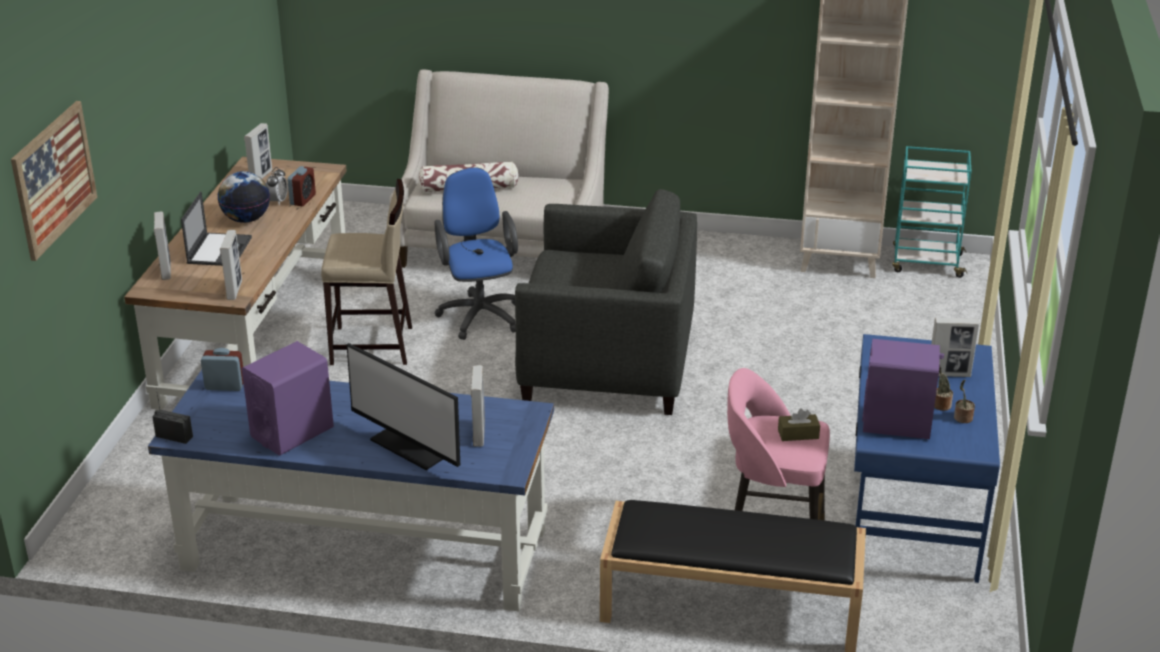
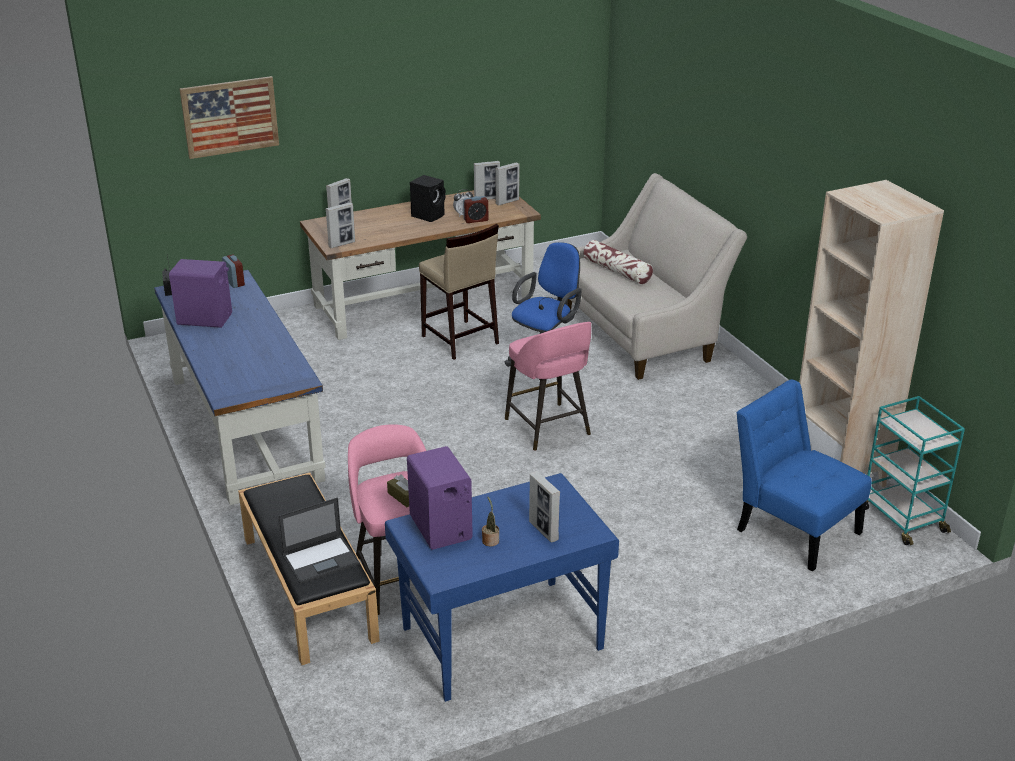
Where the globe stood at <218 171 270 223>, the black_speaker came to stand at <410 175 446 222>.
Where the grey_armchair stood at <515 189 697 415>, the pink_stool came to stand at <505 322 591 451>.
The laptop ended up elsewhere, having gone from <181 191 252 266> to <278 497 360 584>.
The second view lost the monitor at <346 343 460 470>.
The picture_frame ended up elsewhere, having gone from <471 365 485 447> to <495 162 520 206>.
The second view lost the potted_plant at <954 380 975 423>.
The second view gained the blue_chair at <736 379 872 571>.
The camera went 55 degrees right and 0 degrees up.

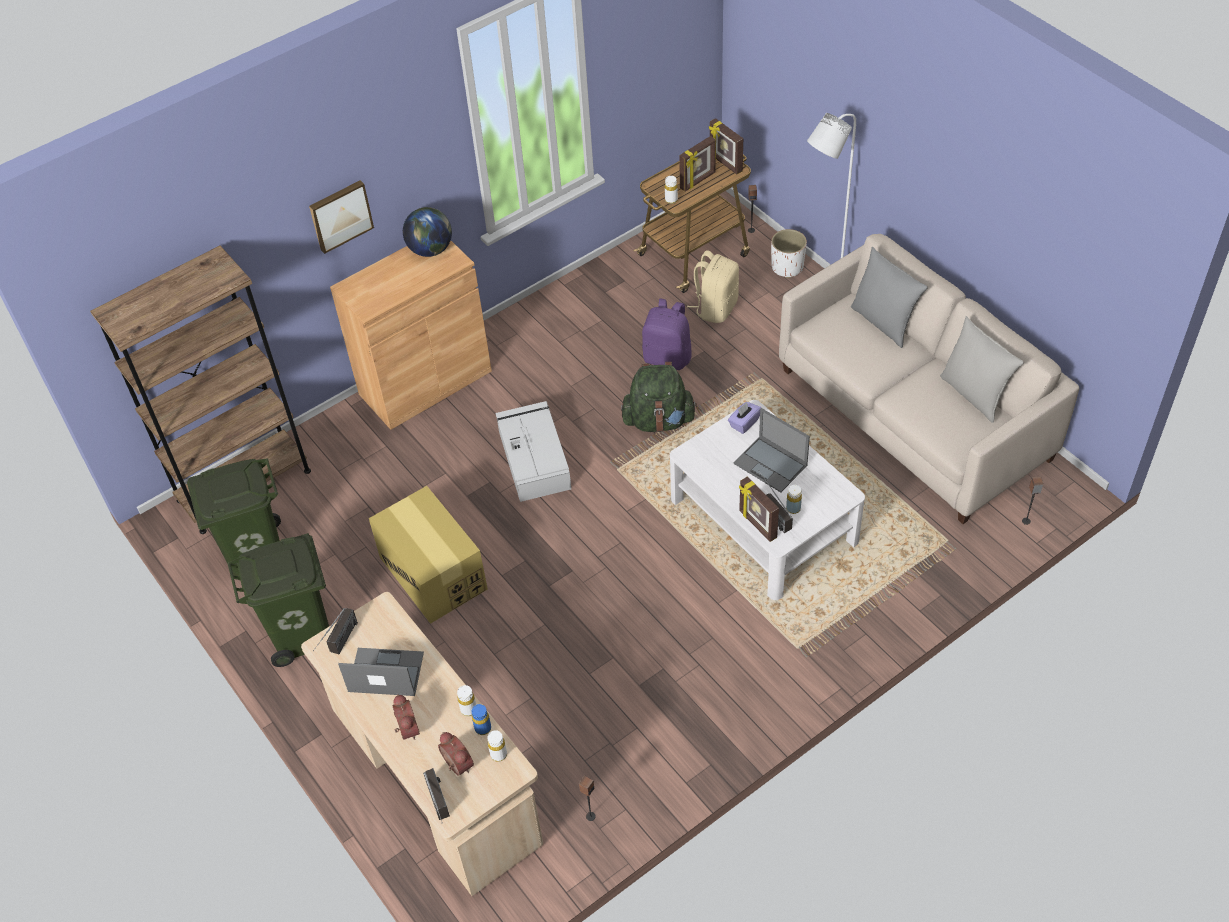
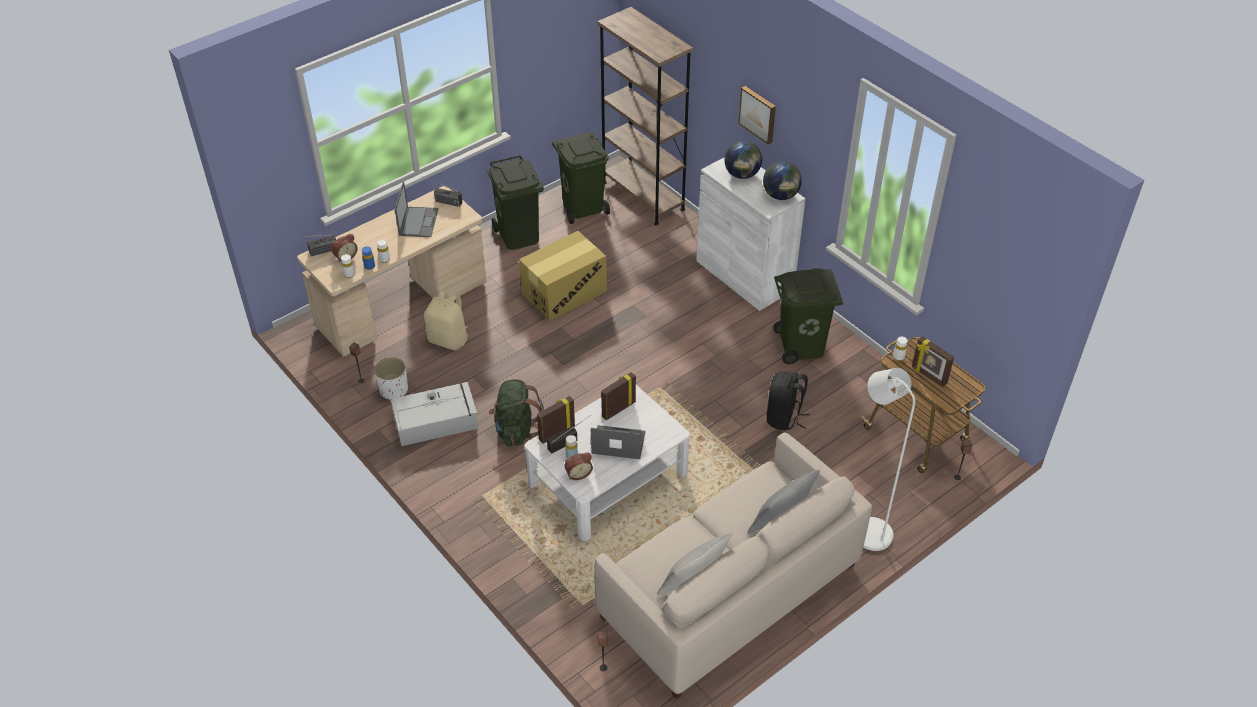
The picture_frame ended up elsewhere, having gone from <709 118 743 174> to <601 372 636 420>.
The white_planter ended up elsewhere, having gone from <771 229 807 278> to <374 357 408 400>.
What was the brown_cabinet at <330 241 492 430> turned into the white_cabinet at <696 157 806 311>.
The beige_backpack ended up elsewhere, having gone from <687 250 739 323> to <424 290 468 350>.
What was the purple_backpack at <642 298 692 370> turned into the black_backpack at <767 371 810 431>.
The green_backpack ended up elsewhere, having gone from <621 362 697 432> to <489 379 544 447>.
The grey_storage_box ended up elsewhere, having gone from <496 401 571 502> to <391 382 478 446>.
The second view lost the purple_tissue_box at <728 402 761 434>.
The laptop at <733 408 810 492> ended up facing another way, 60 degrees clockwise from before.
The alarm_clock ended up elsewhere, having gone from <392 694 420 740> to <564 453 593 480>.
The second view gained the globe at <724 141 762 179>.
The second view gained the green_trash_can at <773 269 843 364>.
The camera went 85 degrees right and 5 degrees down.

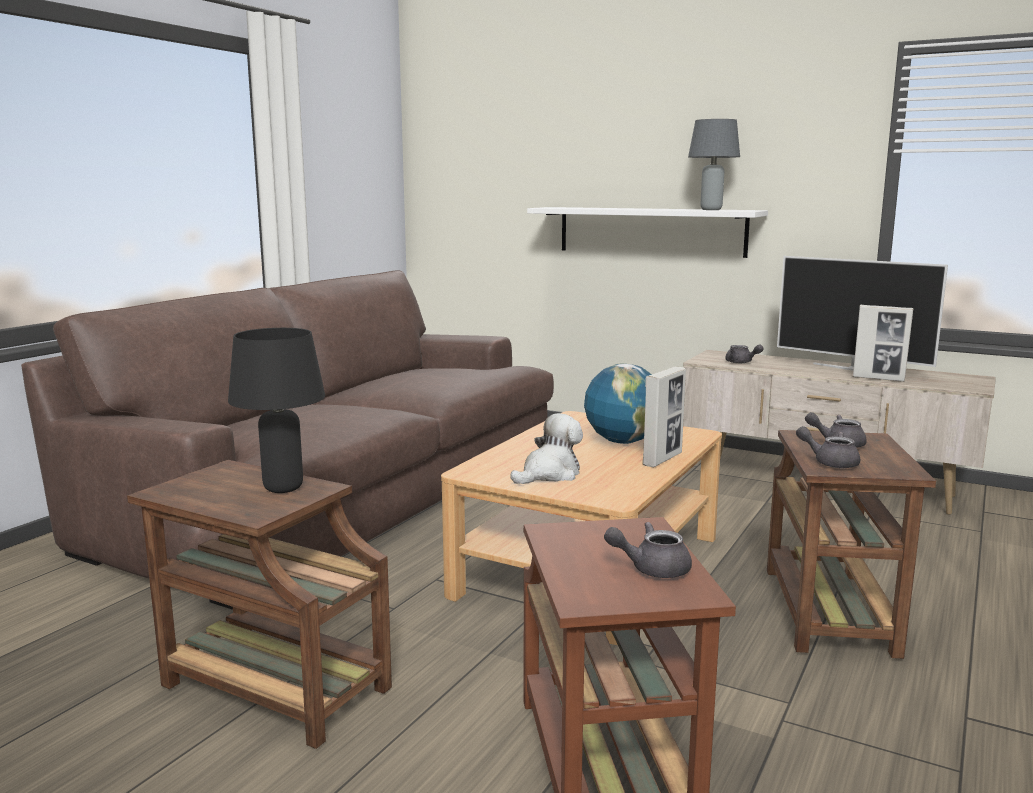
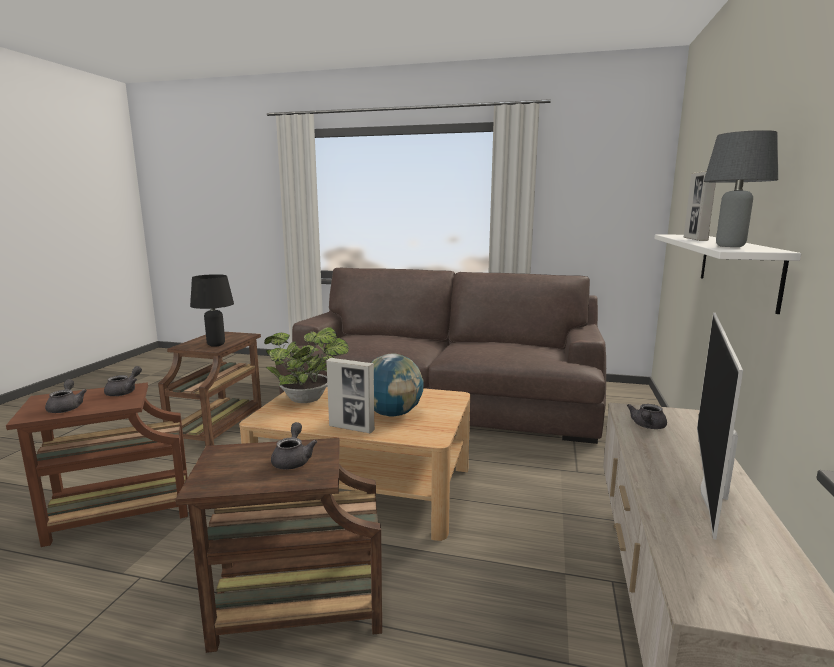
The picture_frame ended up elsewhere, having gone from <853 304 914 382> to <684 171 716 241>.
Where the plush_toy stood at <510 413 583 484>, the potted_plant came to stand at <264 327 349 403>.
The grey_teapot ended up elsewhere, having gone from <796 426 861 468> to <104 366 142 396>.
The camera went 75 degrees right and 0 degrees up.

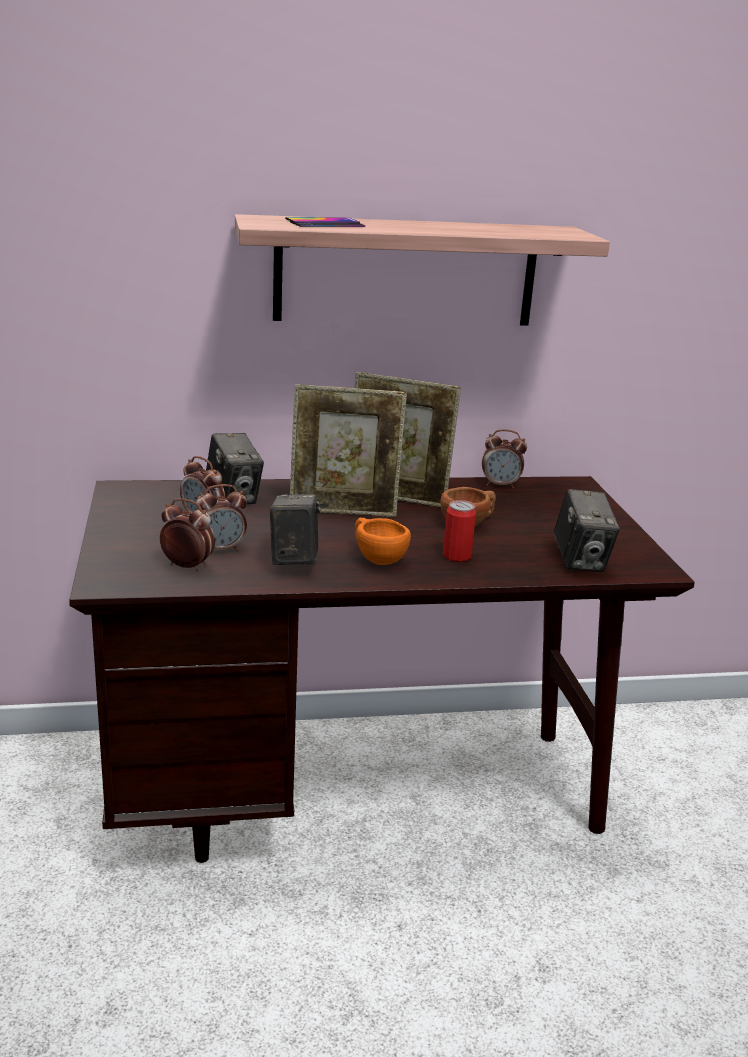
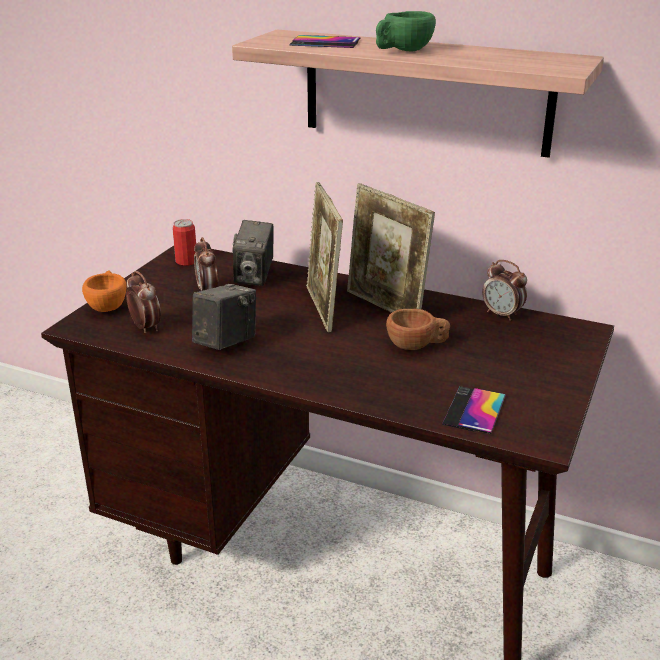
The picture_frame at <290 384 407 517> ended up facing another way, 45 degrees clockwise from before.
The second view lost the alarm_clock at <196 484 247 551>.
Where the photo_camera stood at <553 489 620 572>, the phone came to stand at <442 386 506 434>.
The can ended up elsewhere, having gone from <443 500 476 562> to <173 219 196 266>.
The orange_cup ended up elsewhere, having gone from <355 517 411 565> to <82 270 127 312>.
The second view gained the green_cup at <376 11 436 51>.
The camera went 35 degrees right and 5 degrees up.

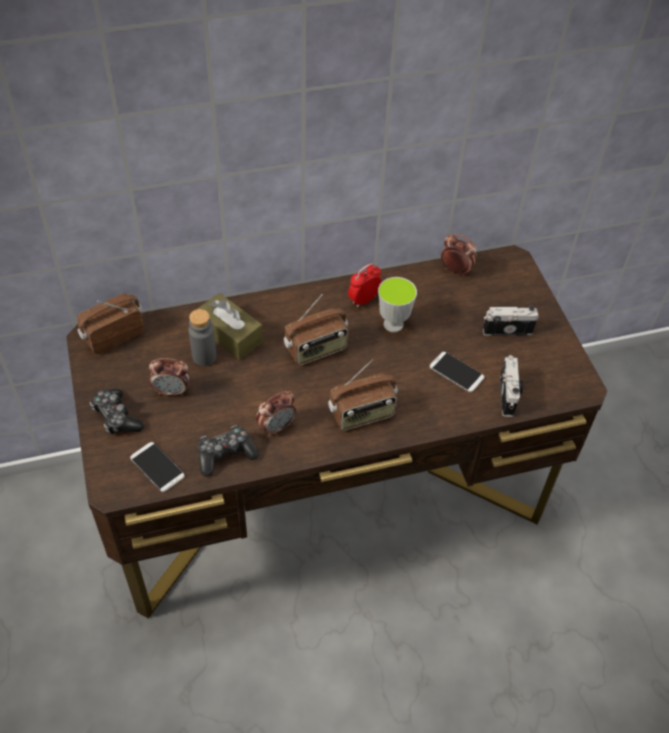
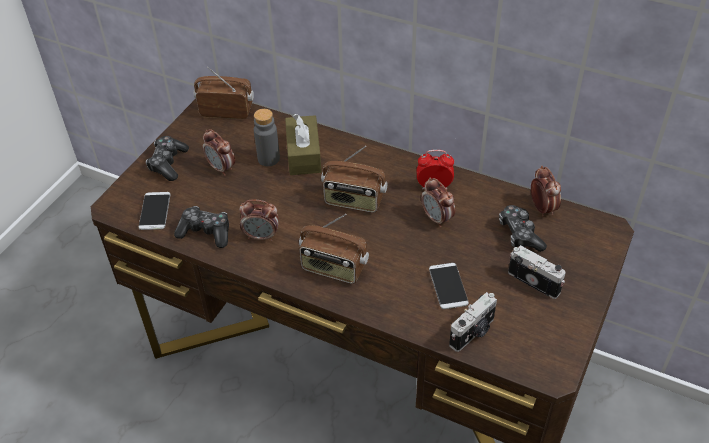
Where the cup stood at <378 277 417 332>, the alarm_clock came to stand at <421 178 455 228>.
The second view gained the game_controller at <499 205 547 252>.
The camera went 45 degrees right and 5 degrees down.

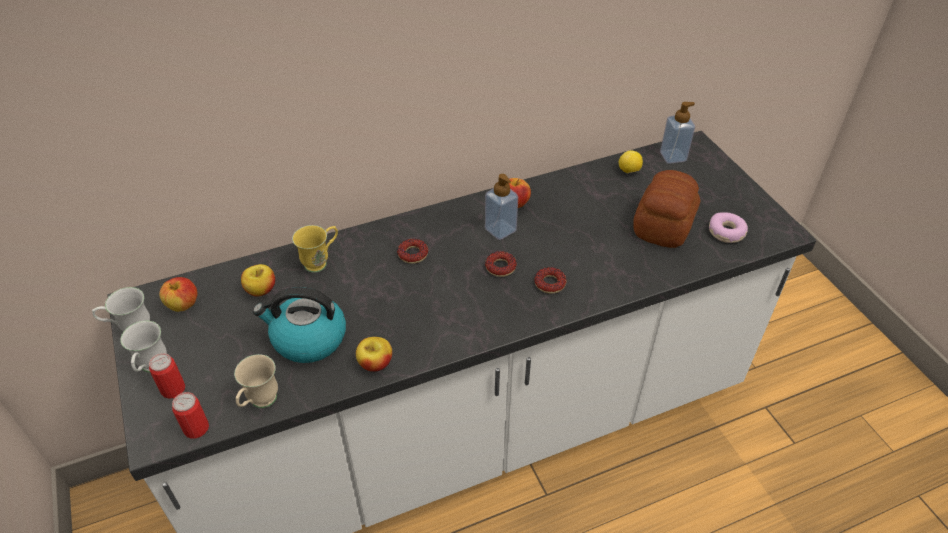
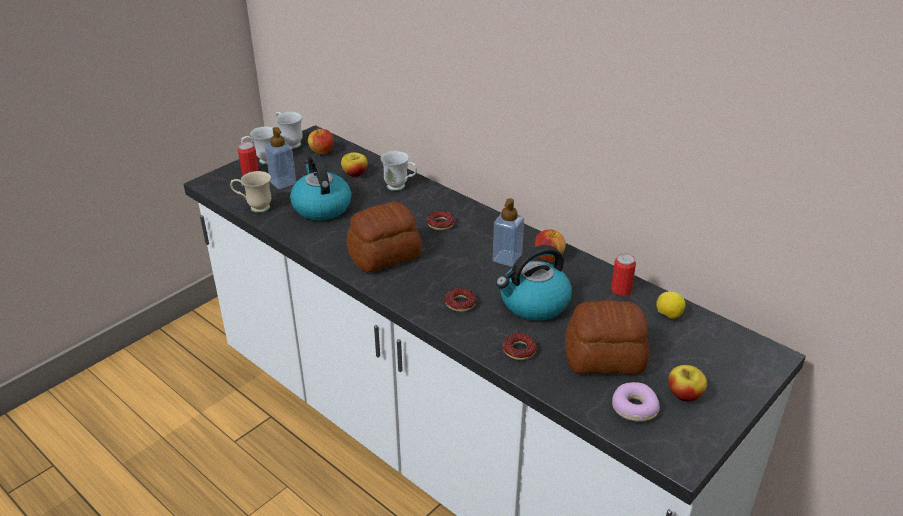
The soap_dispenser ended up elsewhere, having gone from <660 102 695 164> to <265 127 296 189>.
What was the yellow_mug at <292 225 338 273> turned into the white_mug at <381 151 417 191>.
The donut ended up elsewhere, having gone from <485 251 517 277> to <503 333 537 360>.
The apple ended up elsewhere, having gone from <356 337 392 372> to <668 365 707 402>.
The can ended up elsewhere, having gone from <172 392 209 439> to <611 253 636 296>.
The second view gained the bread at <347 202 422 272>.
The second view gained the kettle at <496 245 572 321>.
The camera went 65 degrees right and 10 degrees down.

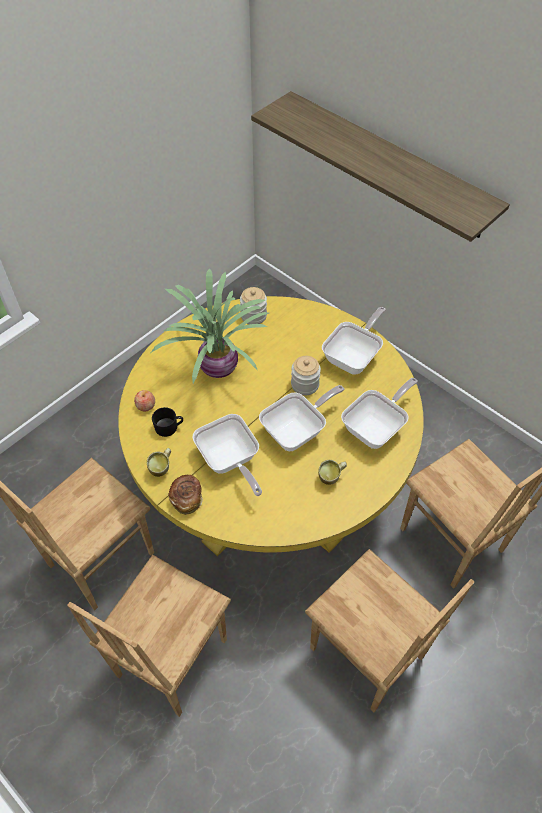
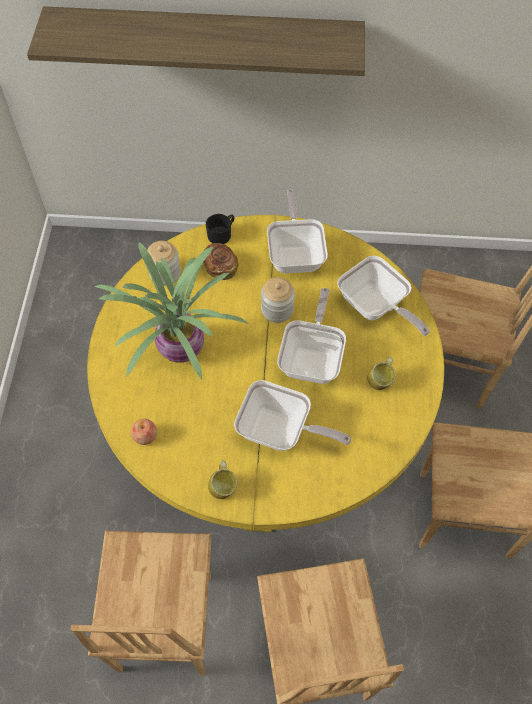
The frying_pan at <341 378 418 449> ended up facing another way, 135 degrees clockwise from before.
The black_mug ended up elsewhere, having gone from <152 407 183 437> to <206 214 234 244>.
The bread ended up elsewhere, having gone from <169 475 203 515> to <204 243 239 280>.
The camera went 40 degrees left and 5 degrees up.

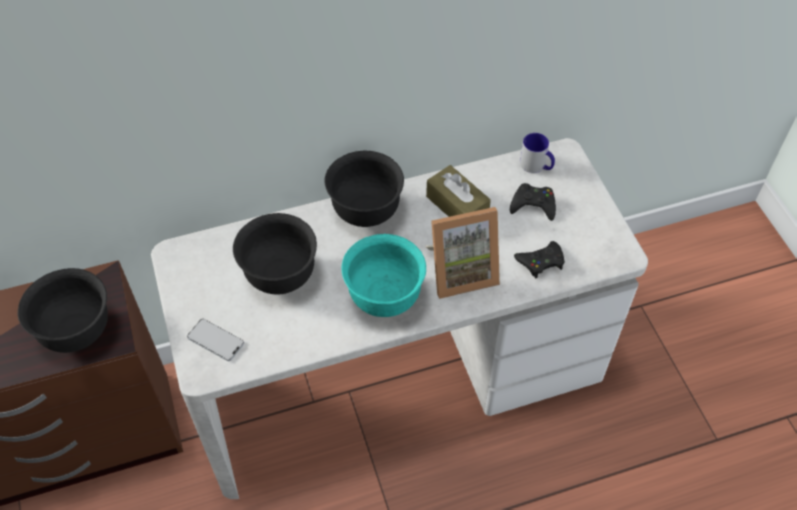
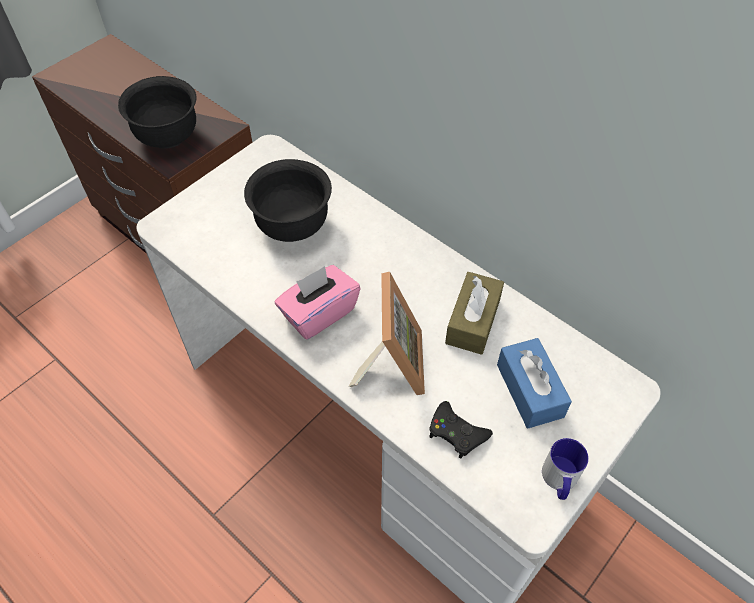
The mug ended up elsewhere, having gone from <520 133 555 173> to <542 438 589 500>.
The second view lost the black_bowl at <325 151 404 227>.
Where the black_game_controller stood at <510 183 556 221>, the blue_tissue_box came to stand at <497 338 572 428>.
The picture_frame at <426 207 500 299> ended up facing another way, 135 degrees counterclockwise from before.
Where the turquoise_bowl stood at <342 234 426 317>, the pink_tissue_box came to stand at <275 265 361 340>.
The second view lost the phone at <187 319 244 361>.
The camera went 60 degrees right and 0 degrees up.

